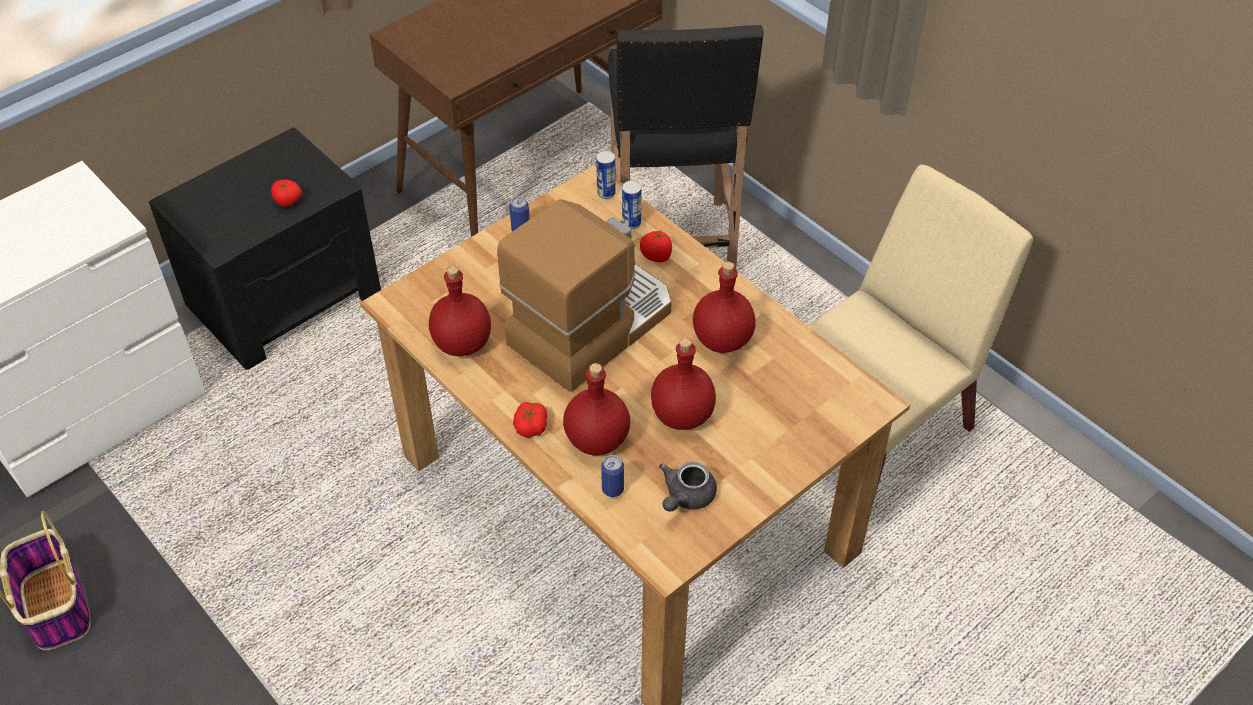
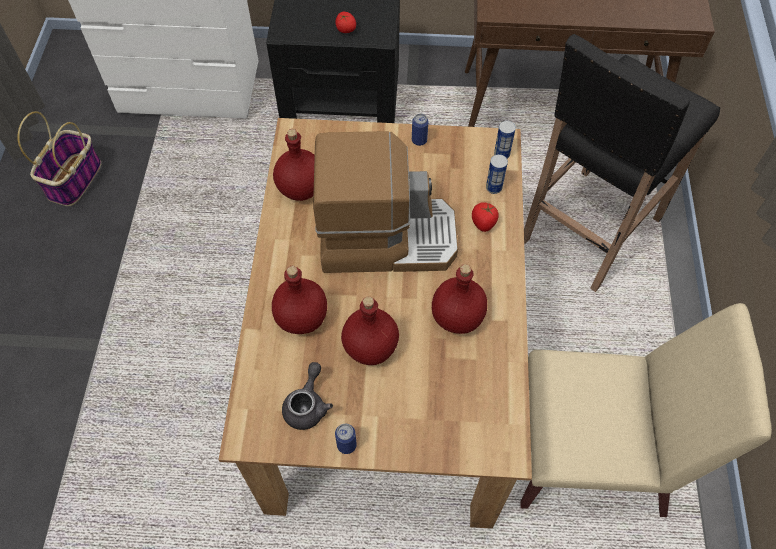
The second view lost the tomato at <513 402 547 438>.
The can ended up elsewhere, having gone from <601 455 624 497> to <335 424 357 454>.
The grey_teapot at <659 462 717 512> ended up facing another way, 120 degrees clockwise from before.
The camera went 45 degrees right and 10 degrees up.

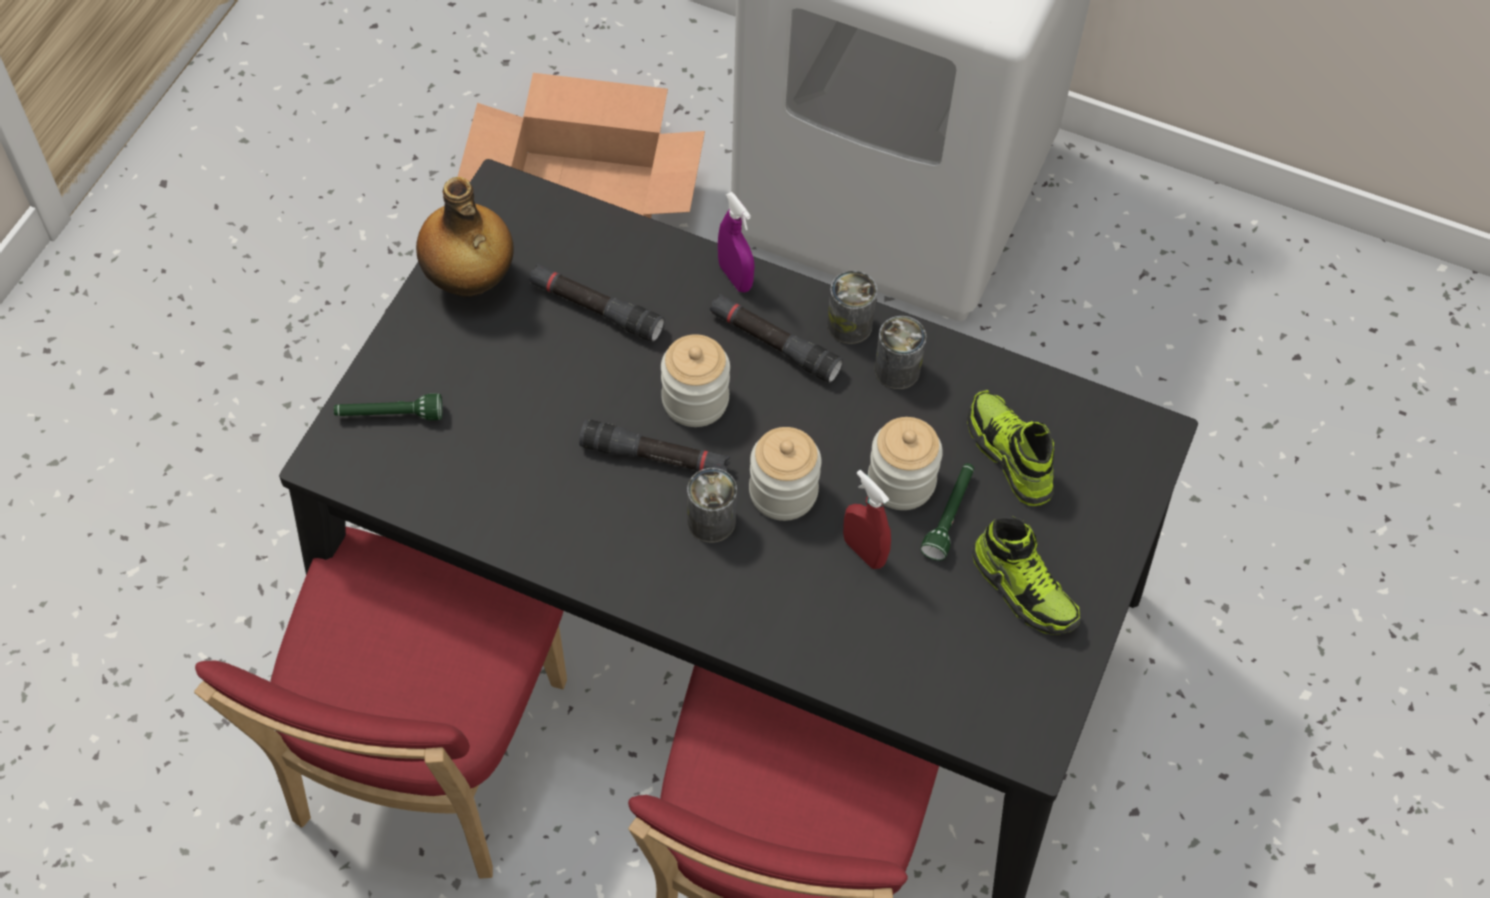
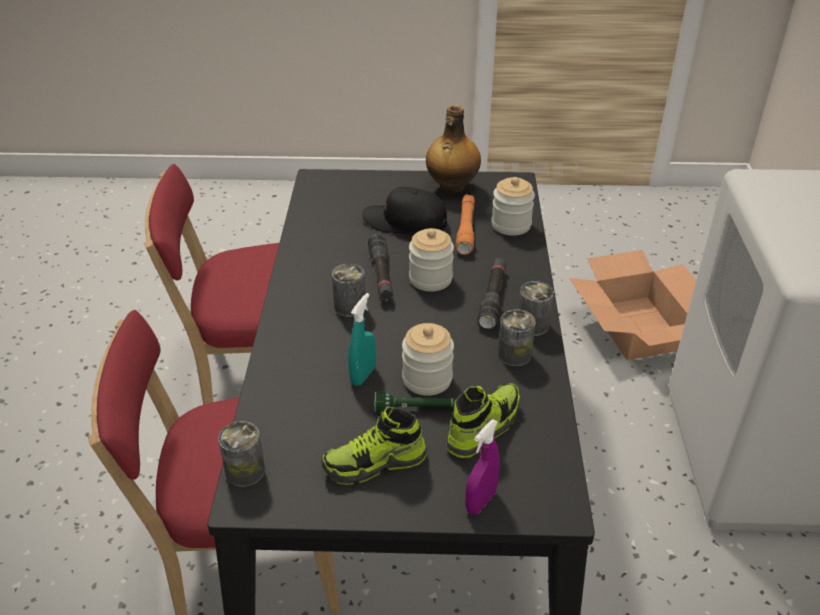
The purple_spray_bottle ended up elsewhere, having gone from <718 192 755 293> to <465 419 500 515>.
What was the black_flashlight at <529 264 665 342> turned into the orange_flashlight at <456 194 475 255>.
The second view lost the green_flashlight at <334 393 442 420>.
The jar ended up elsewhere, having gone from <749 427 822 521> to <491 177 535 236>.
What was the red_spray_bottle at <843 470 891 569> turned into the turquoise_spray_bottle at <348 293 376 386>.
The shoe at <972 517 1081 635> ended up facing another way, 45 degrees clockwise from before.
The second view gained the black_cap at <362 187 447 234>.
The second view gained the can at <218 421 265 487>.
The camera went 70 degrees right and 20 degrees down.

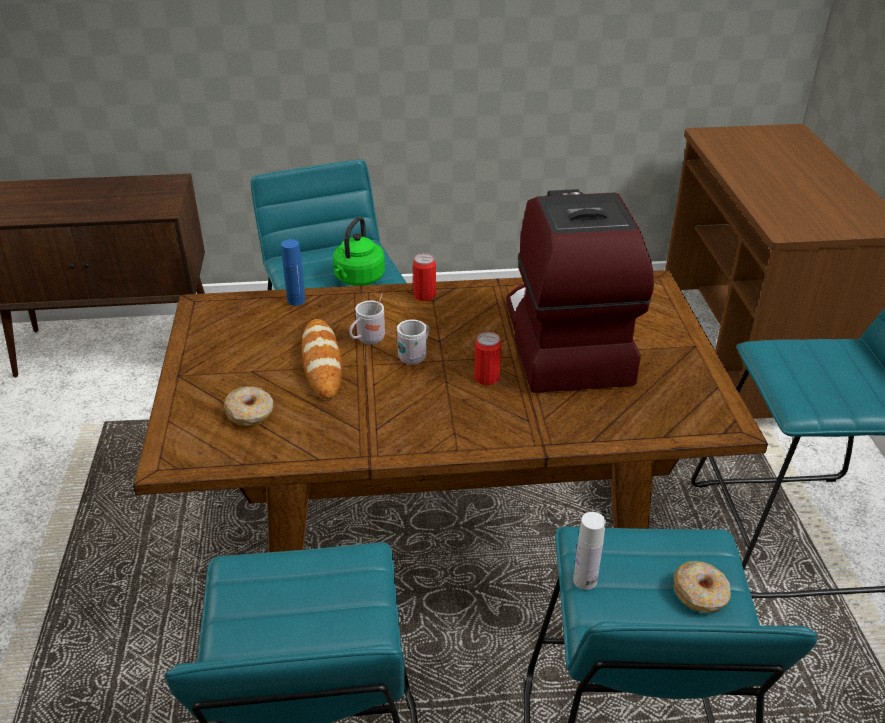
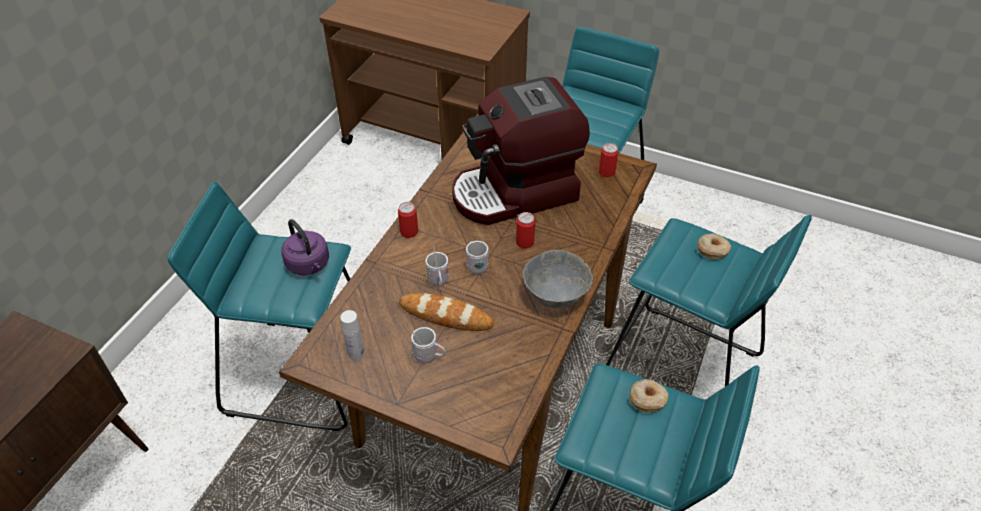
The coffee_machine at <506 189 654 393> ended up facing another way, 45 degrees counterclockwise from before.
What was the green_kettle at <333 216 385 286> turned into the purple_kettle at <281 219 329 275>.
The second view lost the blue_bottle at <281 239 306 306>.
The donut ended up elsewhere, having gone from <224 386 273 426> to <630 379 668 413>.
The white_bottle ended up elsewhere, having gone from <573 512 606 590> to <340 310 364 360>.
The second view gained the can at <599 143 618 177>.
The second view gained the grey_bowl at <523 250 593 308>.
The second view gained the white_mug at <409 327 446 363>.
The camera went 60 degrees left and 10 degrees up.

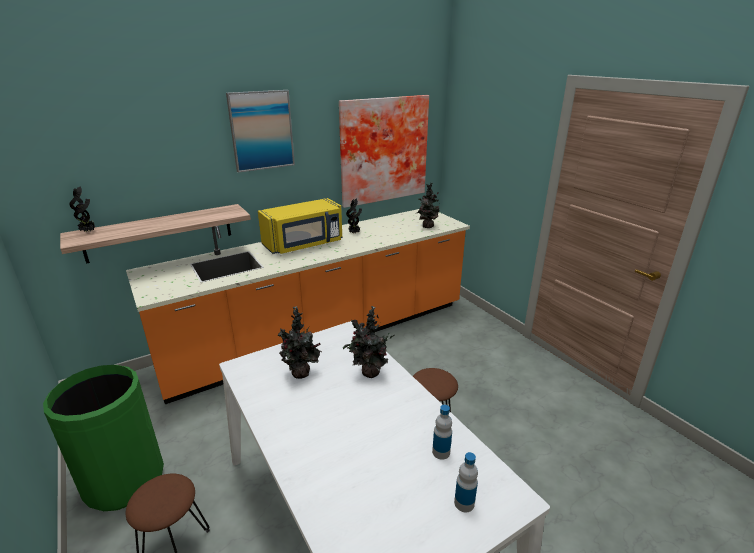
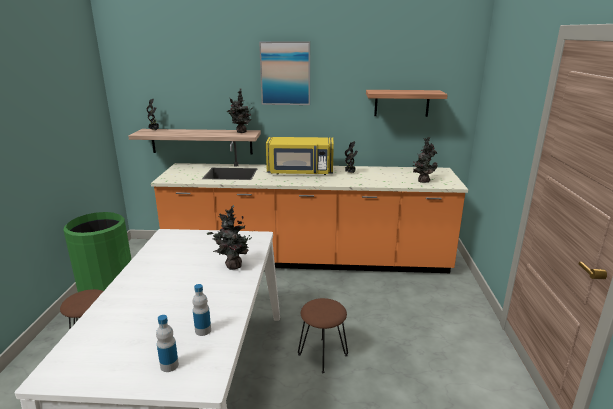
Where the picture hung at <339 95 429 208>, the shelf came to hang at <366 90 448 117>.
The potted_plant ended up elsewhere, having gone from <278 306 322 379> to <227 89 252 133>.
The camera went 35 degrees right and 5 degrees down.

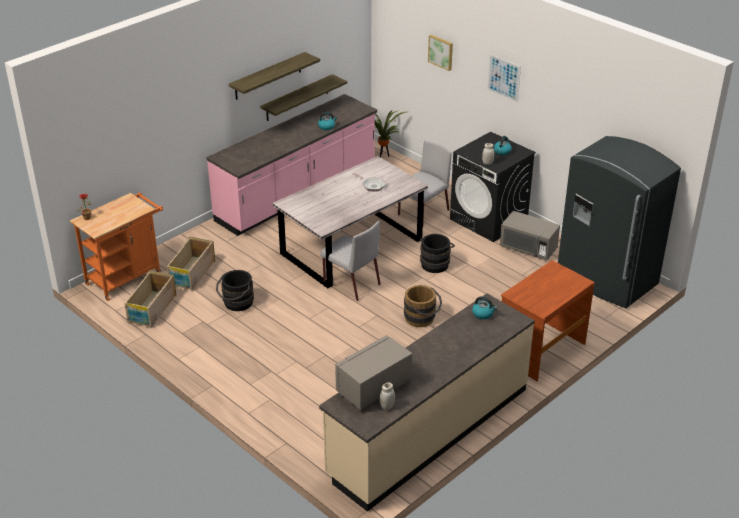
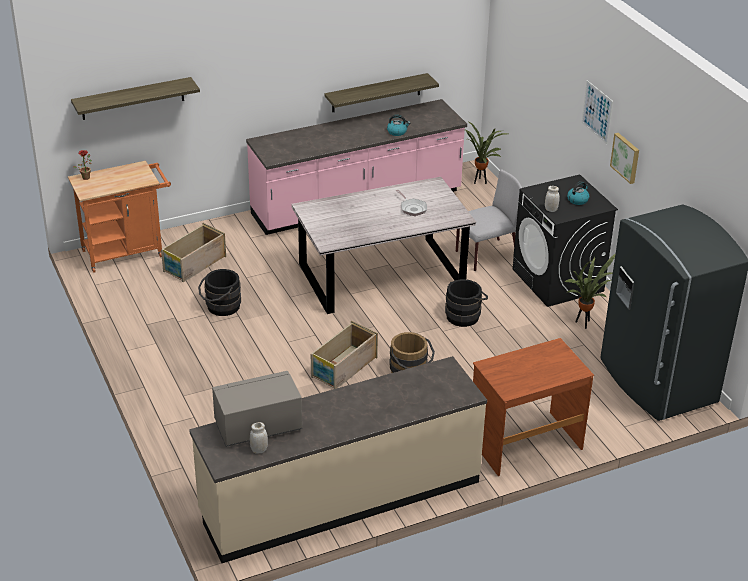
The picture ended up elsewhere, having gone from <428 35 453 71> to <610 133 639 184>.
The shelf ended up elsewhere, having gone from <229 52 320 100> to <71 77 200 120>.
Where the grey_microwave stood at <500 211 560 260>, the potted_plant came to stand at <564 254 615 329>.
The second view lost the grey_chair at <320 221 381 301>.
The crate ended up elsewhere, having gone from <124 270 177 328> to <311 321 378 389>.
The second view lost the kettle at <472 296 497 319>.
The camera went 20 degrees right and 0 degrees up.

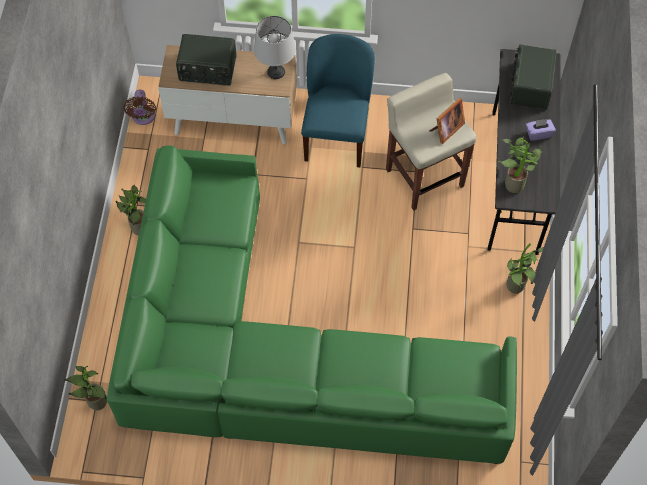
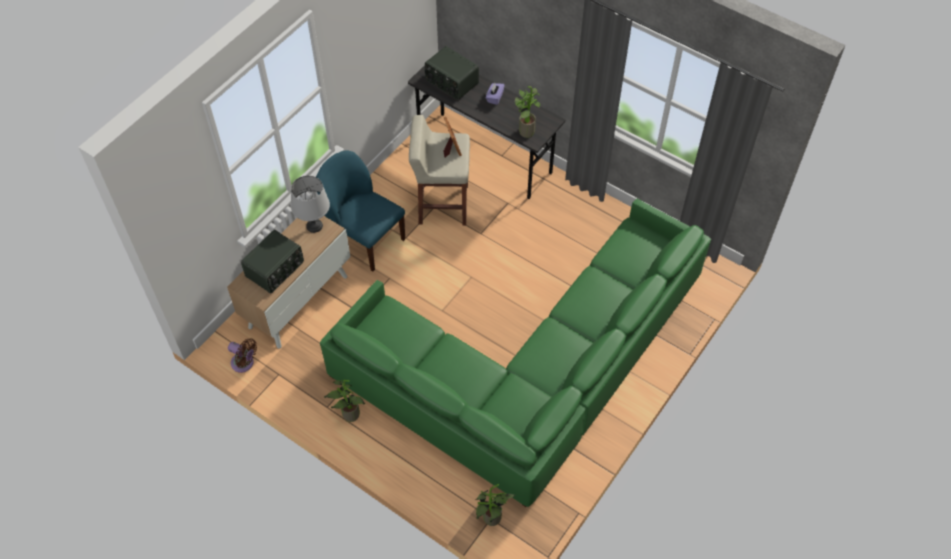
The second view lost the potted_plant at <506 243 544 294>.
The camera went 60 degrees left and 5 degrees down.

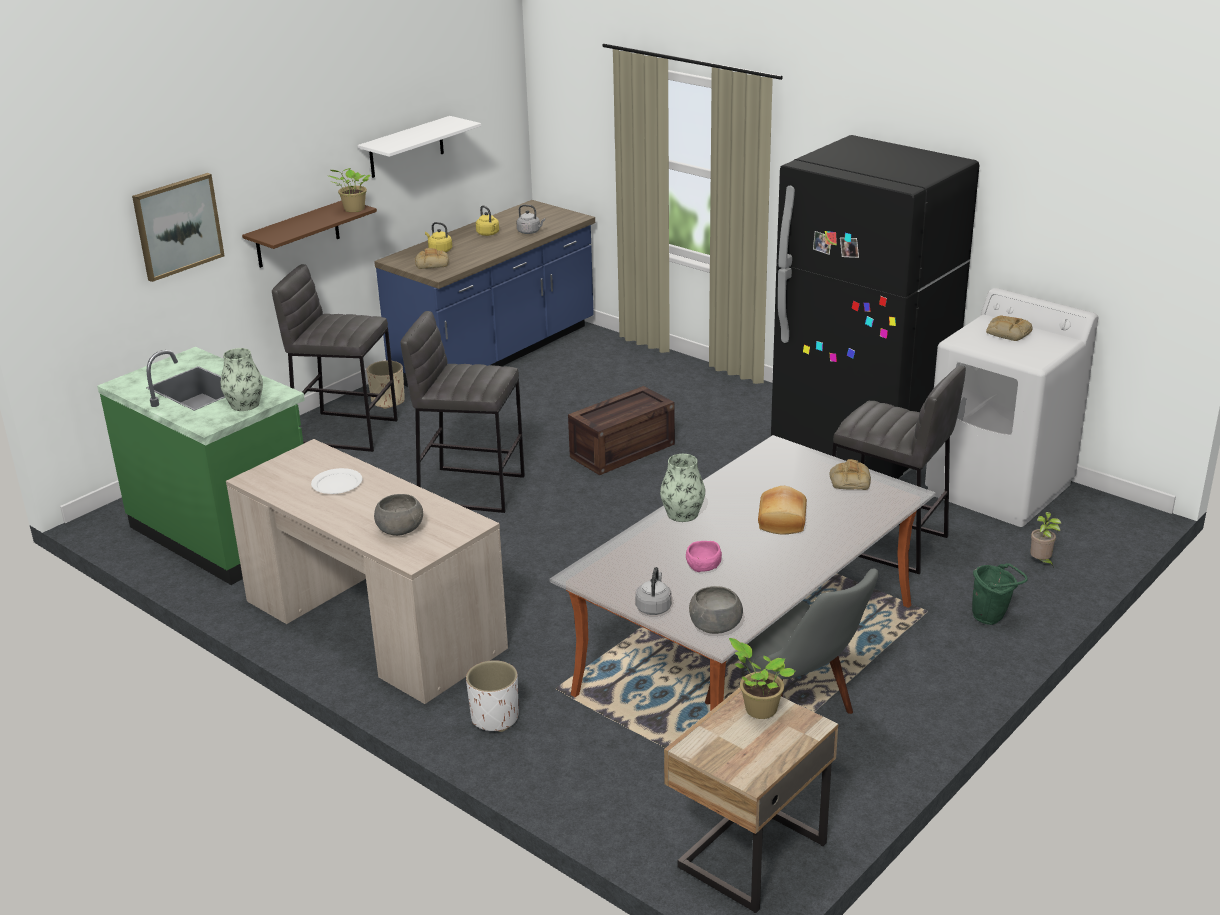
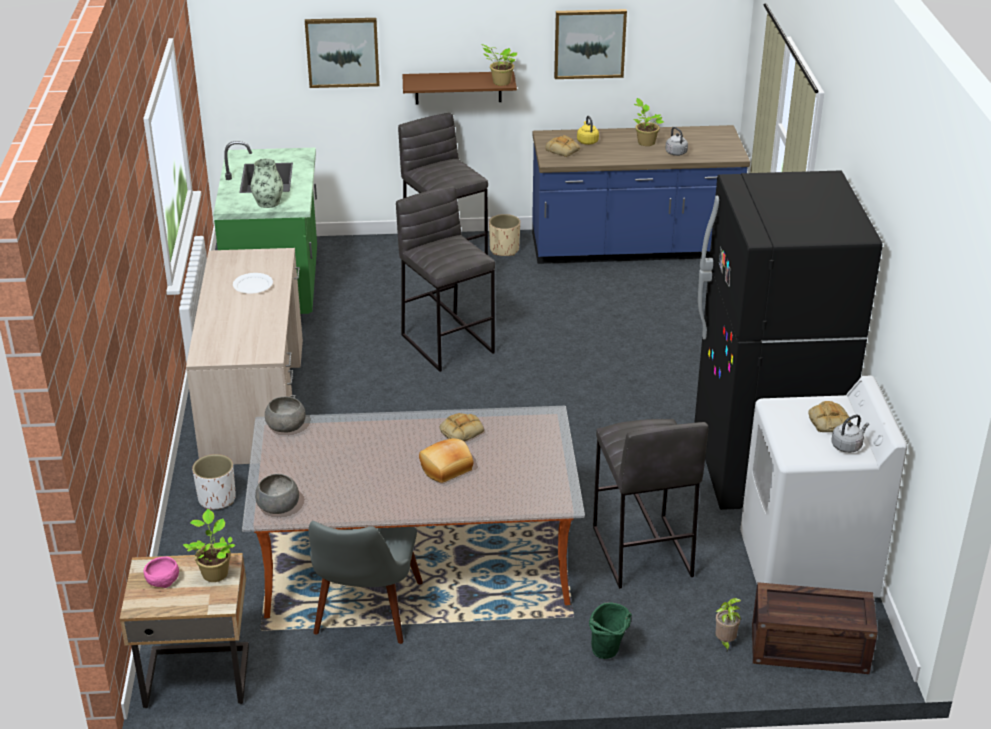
Where the white_shelf hung at <358 116 481 178>, the picture came to hang at <554 9 627 79>.
Where the yellow_kettle stood at <476 205 499 236>, the potted_plant came to stand at <634 98 664 146>.
The crate ended up elsewhere, having gone from <568 386 675 475> to <752 582 878 674>.
The second view lost the vase at <660 454 705 522>.
The bread ended up elsewhere, having gone from <830 459 871 490> to <440 413 484 441>.
The grey_bowl ended up elsewhere, having gone from <374 494 423 536> to <265 397 306 432>.
The pink_bowl ended up elsewhere, having gone from <686 541 722 572> to <144 556 179 588>.
The grey_kettle ended up elsewhere, having gone from <635 567 672 615> to <832 415 869 453>.
The camera went 45 degrees right and 5 degrees up.

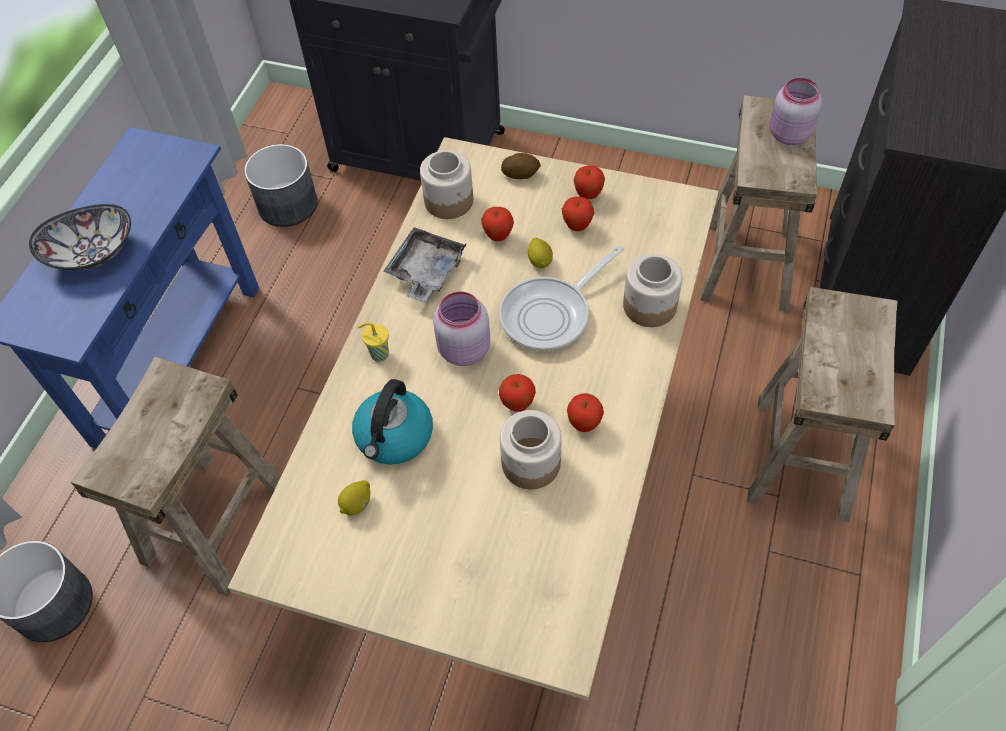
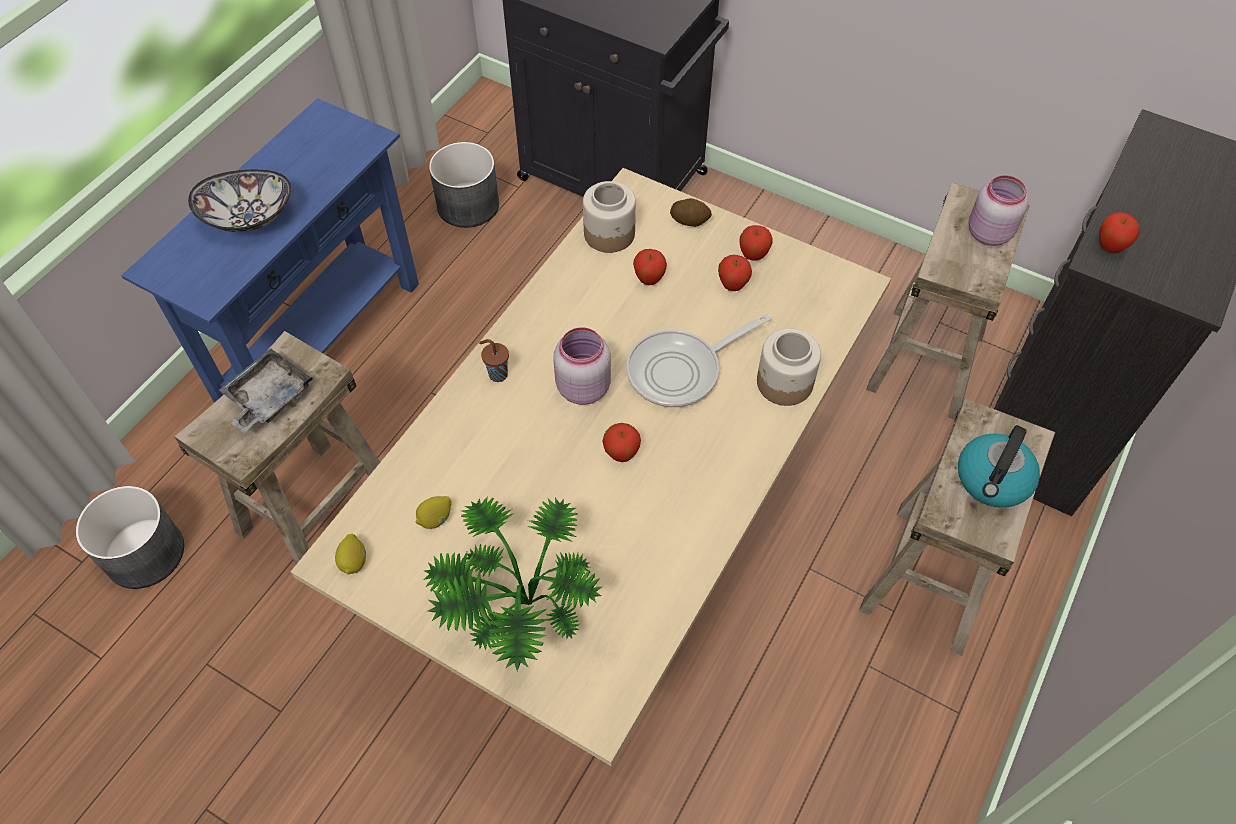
The grey_tray ended up elsewhere, having gone from <383 227 467 303> to <219 348 313 433>.
The lemon ended up elsewhere, having gone from <528 238 553 268> to <335 534 366 574>.
What was the yellow_cup at <358 322 389 362> turned into the brown_cup at <479 339 509 382>.
The kettle ended up elsewhere, having gone from <352 379 433 465> to <958 425 1040 508>.
The apple ended up elsewhere, having gone from <567 393 604 432> to <1099 212 1140 253>.
The second view lost the jar at <500 410 562 489>.
The second view gained the potted_plant at <423 496 602 671>.
The camera went 10 degrees right and 0 degrees up.

